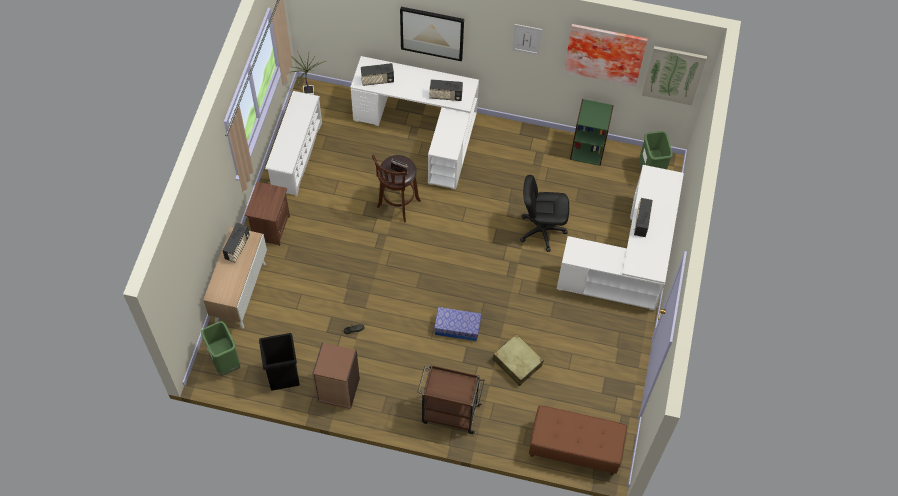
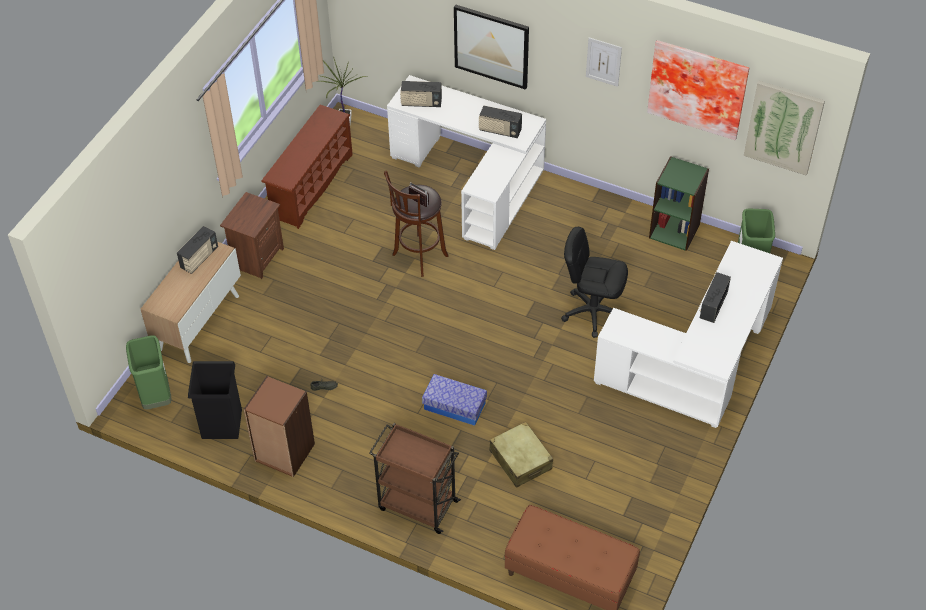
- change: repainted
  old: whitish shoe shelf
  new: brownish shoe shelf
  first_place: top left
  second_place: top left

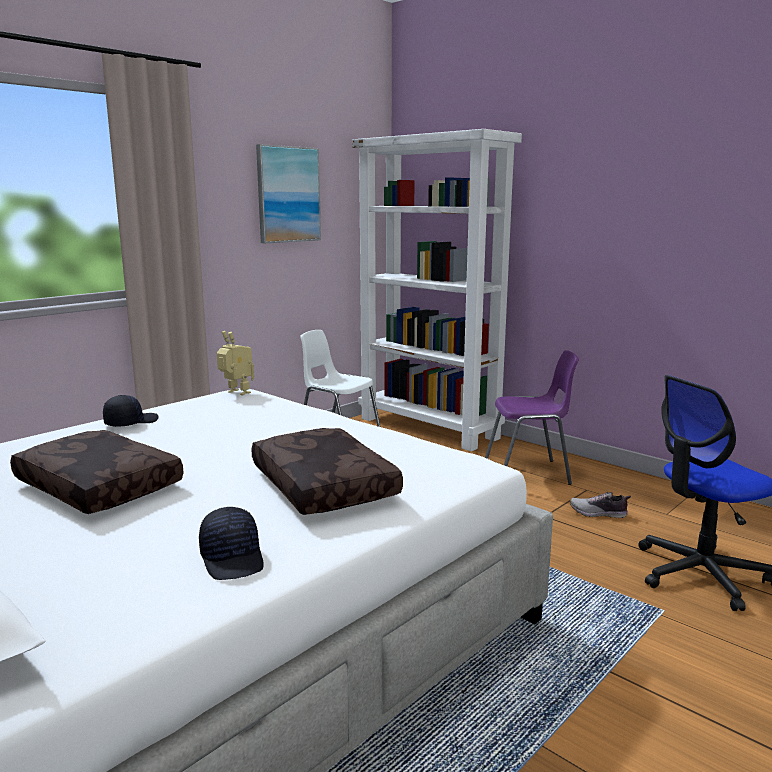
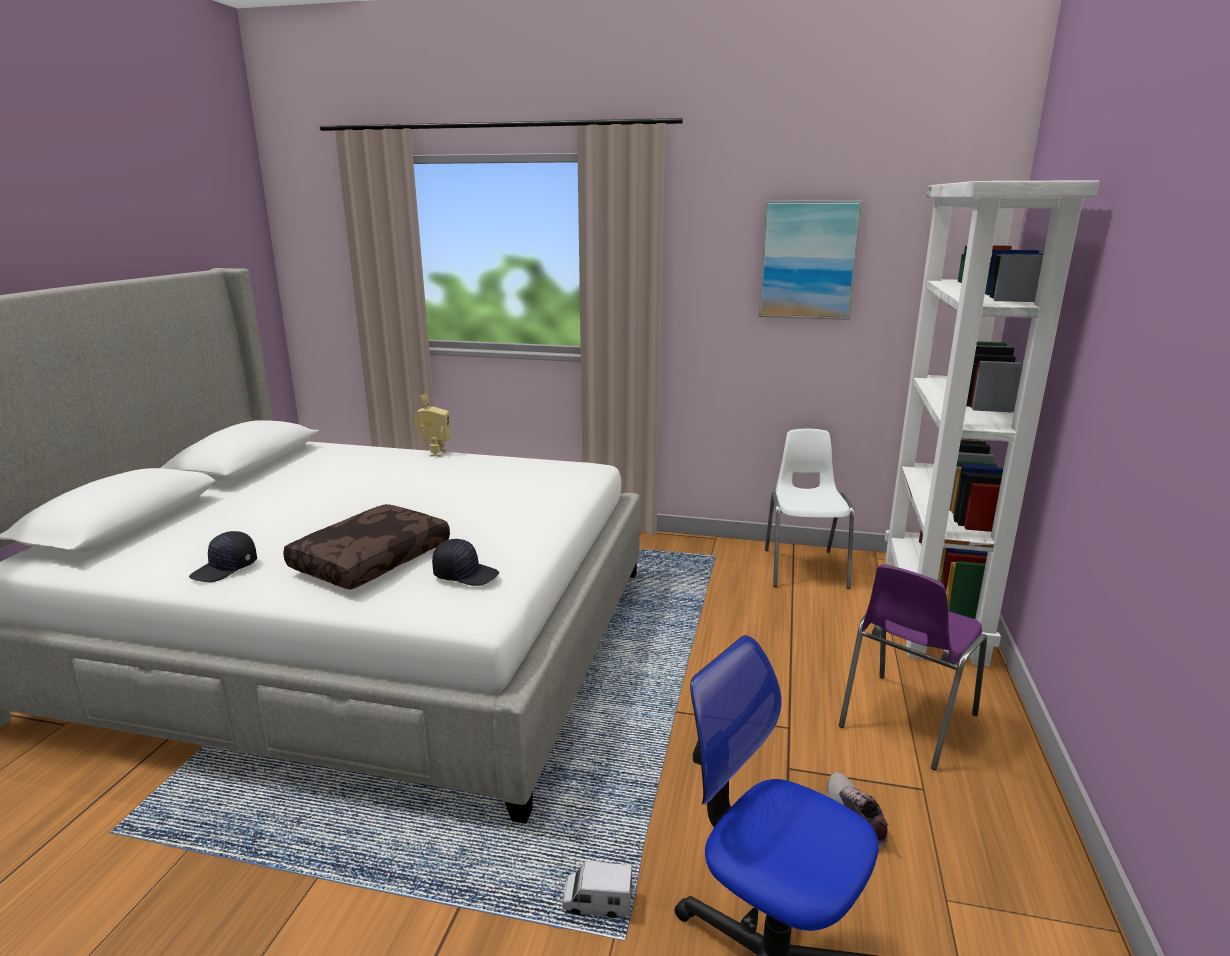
- change: shifted
  old: model robot
  first_place: middle left
  second_place: centre
- change: rotated
  old: purple chair
  first_place: middle right
  second_place: bottom right
  degrees: 75
- change: shifted
  old: black-coloured baseball cap (no. 1 from left in the first image)
  new: black-coloured baseball cap (no. 2 from left)
  first_place: middle left
  second_place: centre
- change: gone
  old: brownish throw pillow (no. 1 from left)
  first_place: middle left
- change: new
  new: toy lorry
  second_place: bottom centre

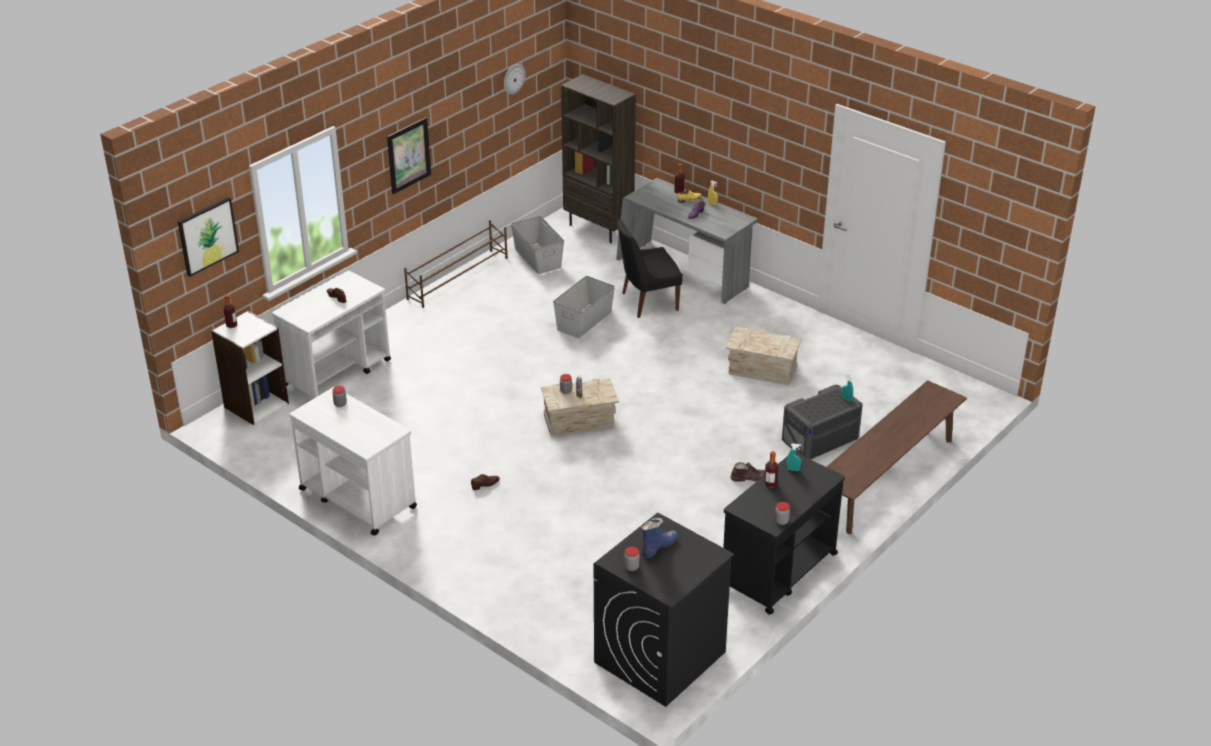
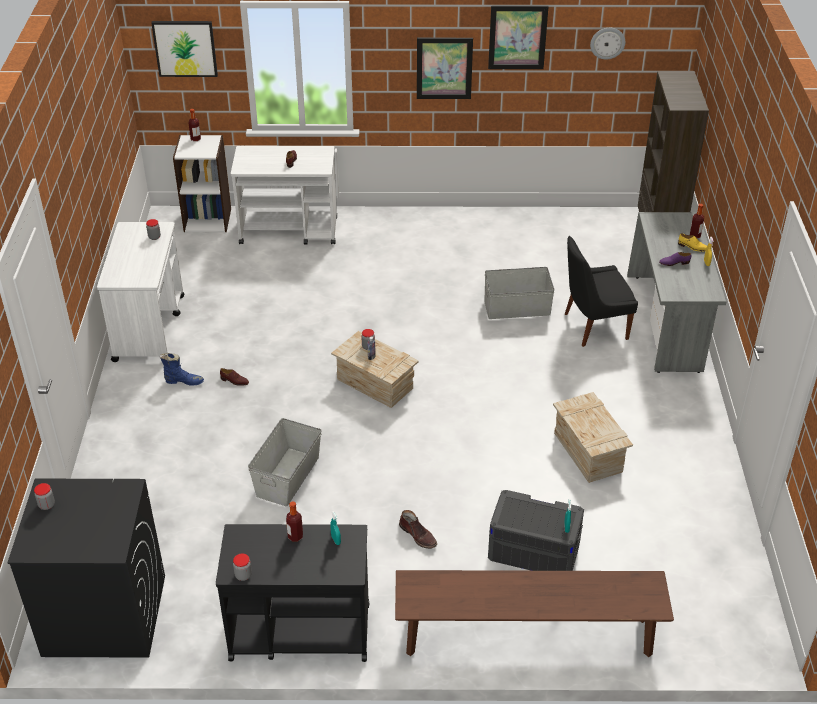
- change: shifted
  old: grey storage container (no. 1 from left)
  first_place: top centre
  second_place: centre
- change: rotated
  old: black-coloured chair
  first_place: centre
  second_place: middle right
  degrees: -45
- change: gone
  old: brownish shoe shelf
  first_place: centre
- change: shifted
  old: blue boot
  first_place: bottom centre
  second_place: middle left
- change: new
  new: picture (no. 3 from left)
  second_place: top centre

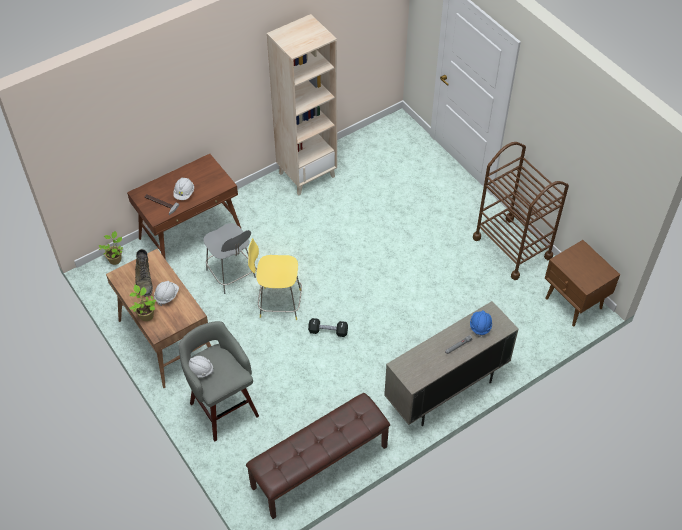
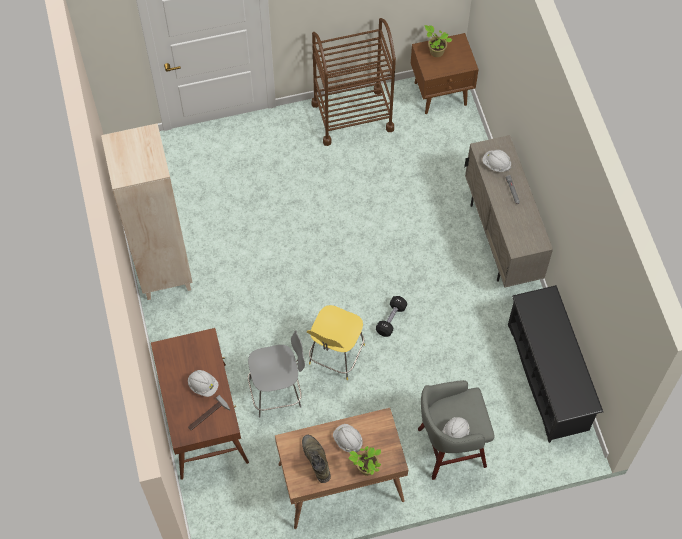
- change: shifted
  old: houseplant (no. 1 from left in the first image)
  new: houseplant (no. 2 from left)
  first_place: middle left
  second_place: top centre
- change: rotated
  old: greenish boot
  first_place: middle left
  second_place: bottom centre
  degrees: -120
- change: repainted
  old: blue work helmet
  new: whitish work helmet (no. 4 from left)
  first_place: middle right
  second_place: top right
- change: swapped
  old: brownish indoor bench
  new: black-coloured shoe shelf
  first_place: bottom centre
  second_place: bottom right

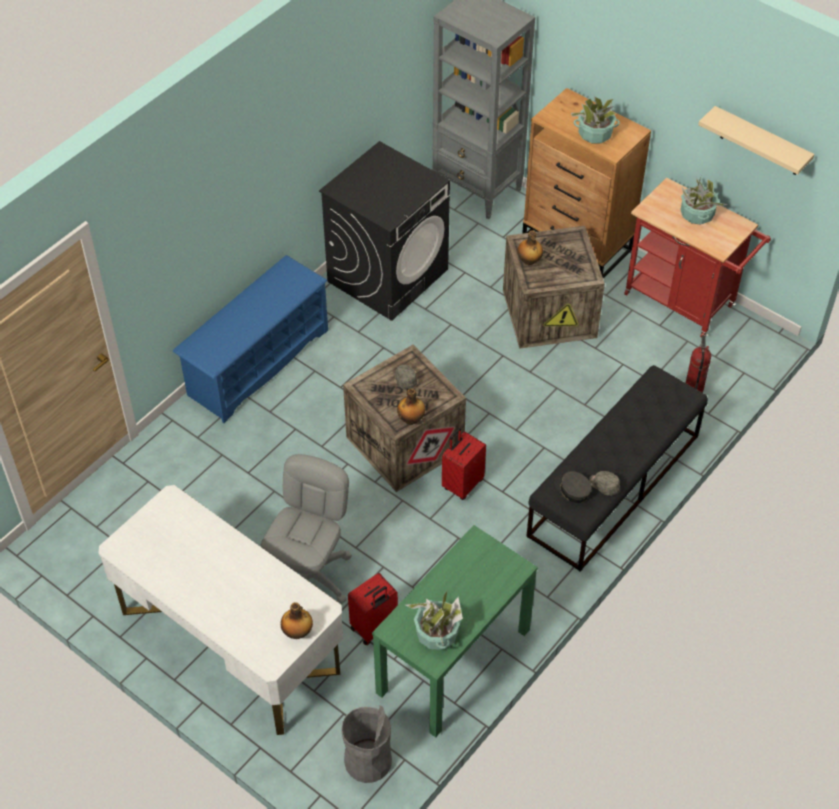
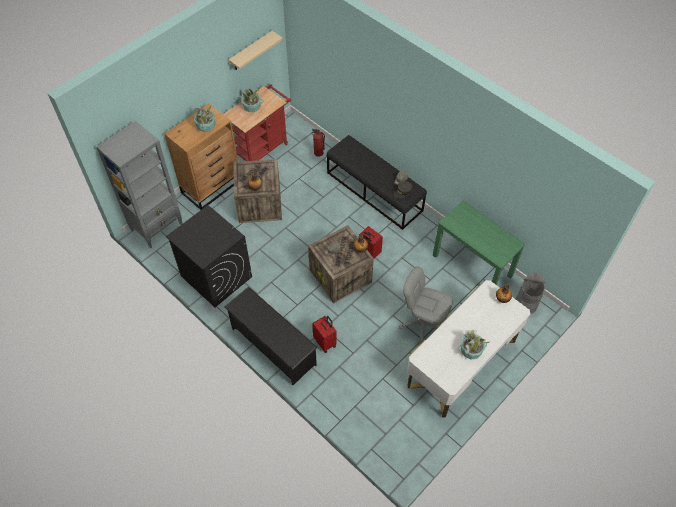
- change: repainted
  old: blue shoe shelf
  new: black-coloured shoe shelf
  first_place: middle left
  second_place: centre
- change: shifted
  old: red piece of luggage (no. 1 from left)
  first_place: bottom centre
  second_place: centre
- change: shifted
  old: houseplant (no. 1 from left in the first image)
  new: houseplant (no. 3 from left)
  first_place: bottom centre
  second_place: bottom right

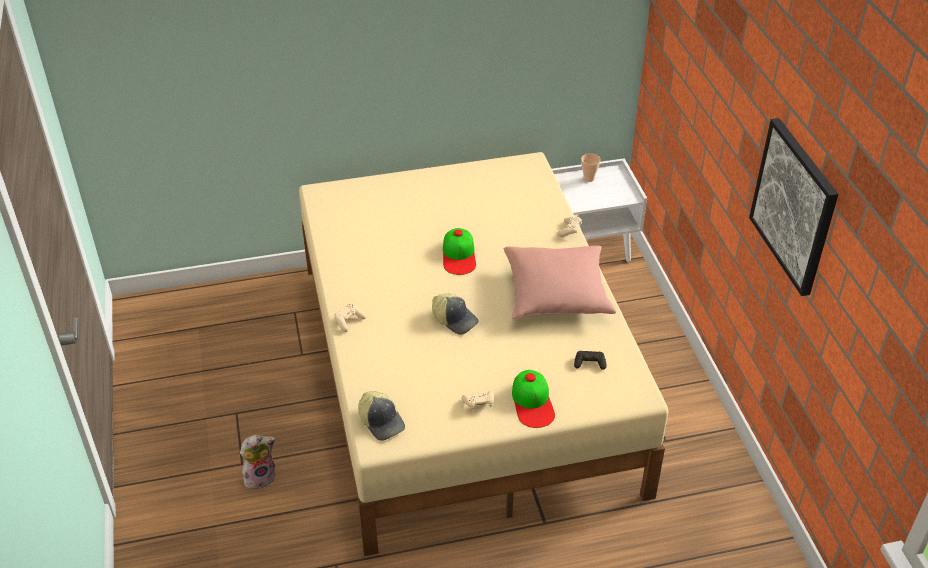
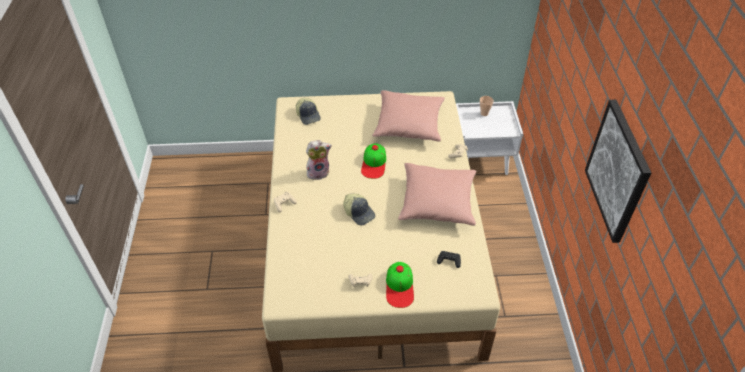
- change: shifted
  old: baseball cap (no. 1 from left)
  first_place: bottom centre
  second_place: top centre
- change: shifted
  old: cuddly toy
  first_place: bottom left
  second_place: centre
- change: new
  new: pinkish throw pillow (no. 1 from left)
  second_place: top centre

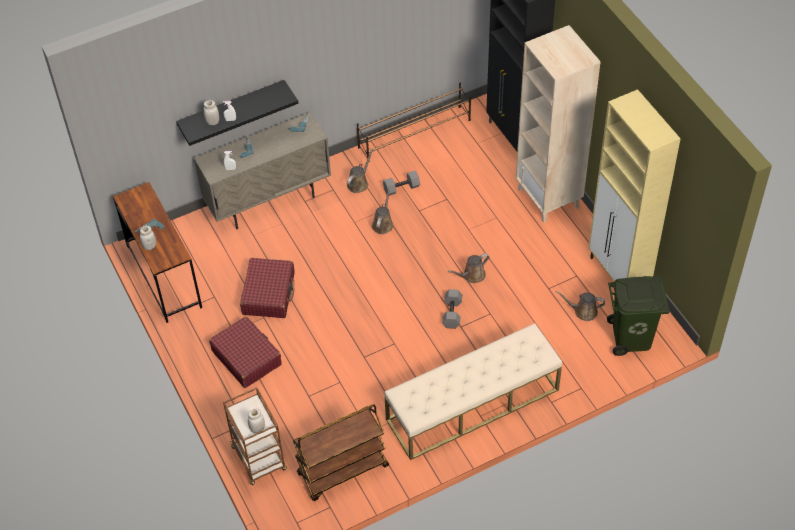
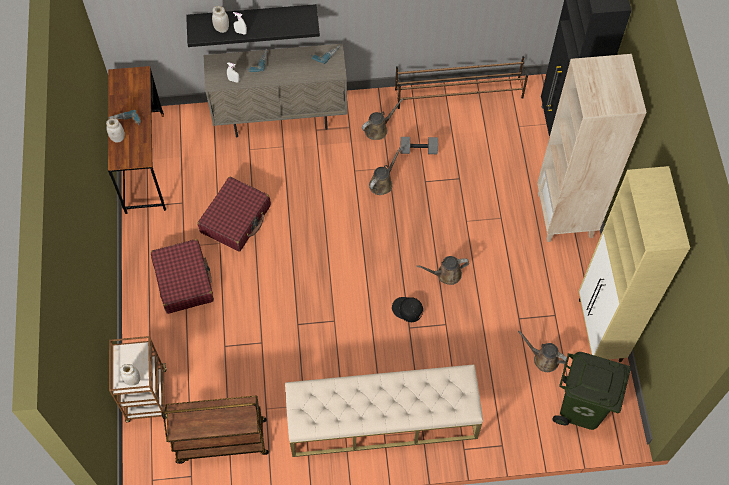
- change: swapped
  old: grey free weight (no. 2 from left)
  new: black-coloured baseball cap
  first_place: centre
  second_place: centre

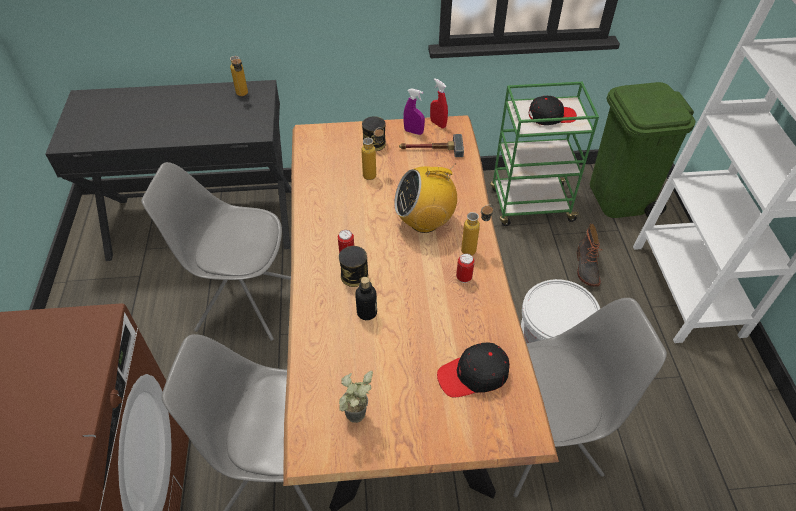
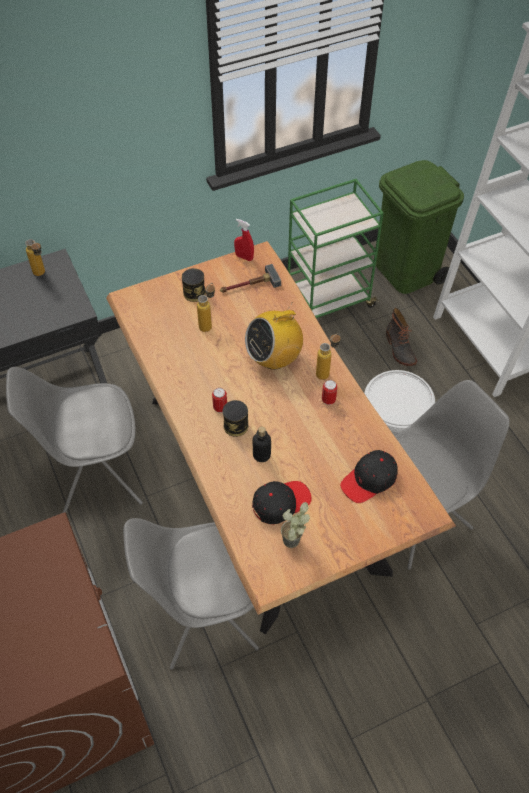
- change: gone
  old: purple hand sprayer
  first_place: top centre
- change: shifted
  old: black-coloured baseball cap (no. 2 from left in the first image)
  new: black-coloured baseball cap (no. 1 from left)
  first_place: top right
  second_place: centre

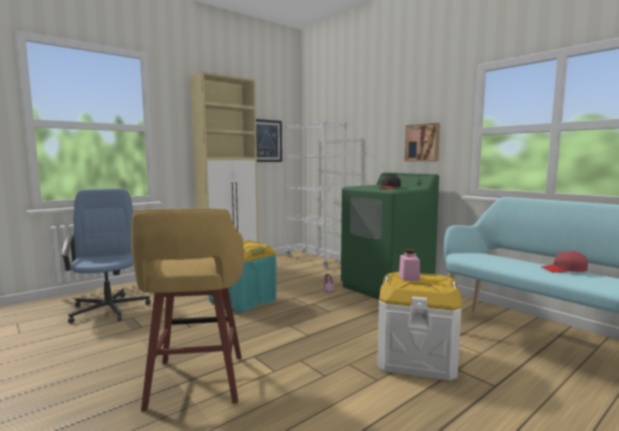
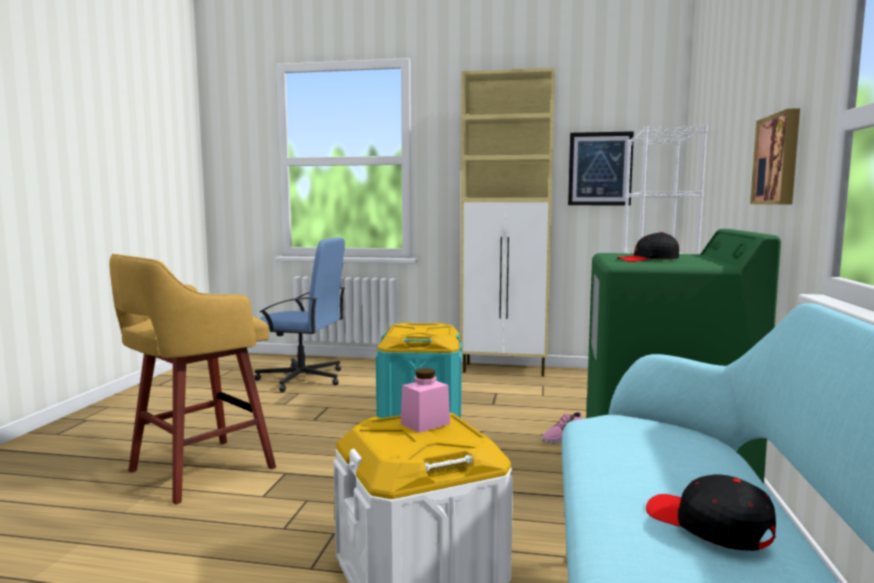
- change: rotated
  old: blue desk chair
  first_place: middle left
  second_place: centre
  degrees: 75
- change: repainted
  old: red baseball cap
  new: black-coloured baseball cap (no. 2 from left)
  first_place: middle right
  second_place: bottom right

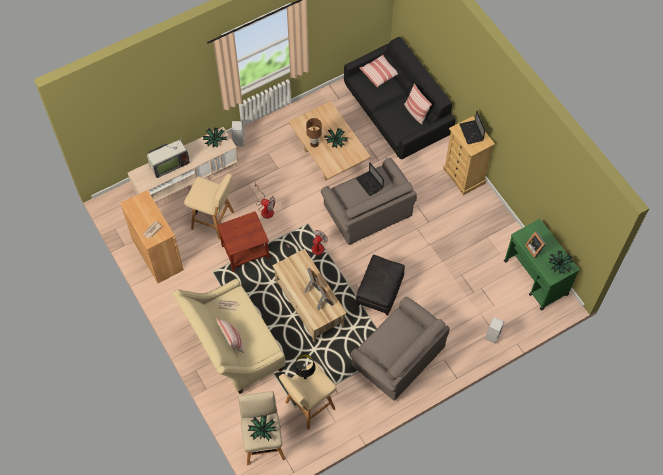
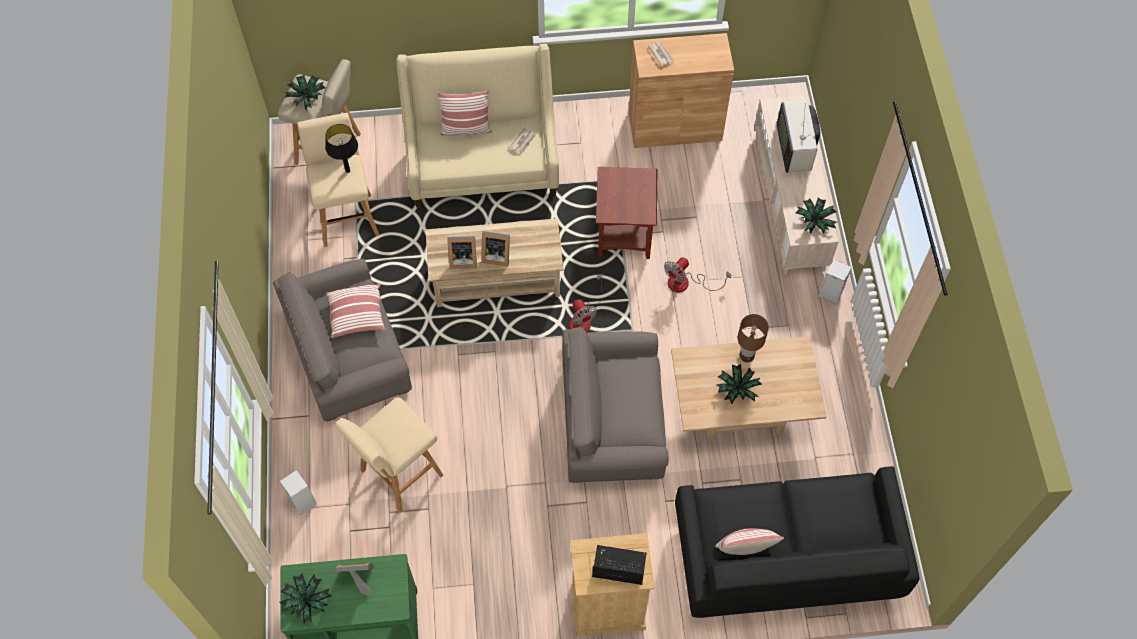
- change: shifted
  old: throw pillow (no. 2 from left in the first image)
  new: throw pillow (no. 1 from left)
  first_place: top centre
  second_place: middle left
- change: gone
  old: laptop (no. 1 from left)
  first_place: centre
- change: shifted
  old: beige-coloured stool (no. 1 from left in the first image)
  new: beige-coloured stool (no. 3 from left)
  first_place: middle left
  second_place: bottom centre
- change: gone
  old: black-coloured pouffe
  first_place: centre

